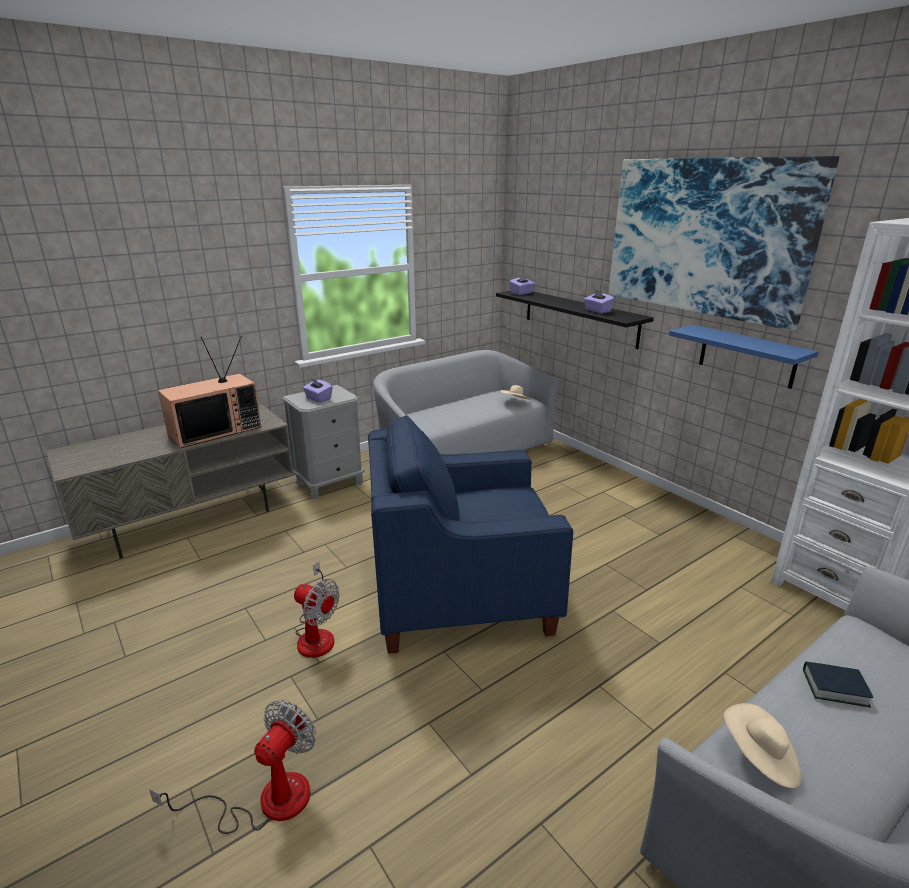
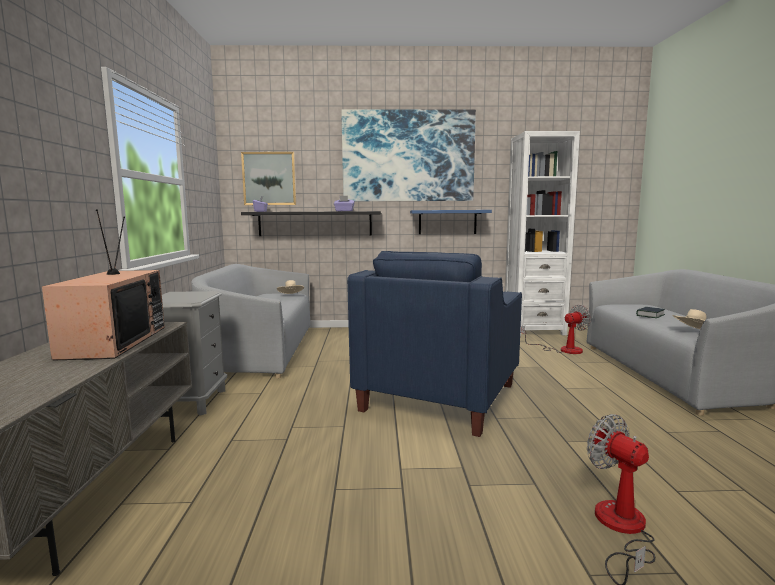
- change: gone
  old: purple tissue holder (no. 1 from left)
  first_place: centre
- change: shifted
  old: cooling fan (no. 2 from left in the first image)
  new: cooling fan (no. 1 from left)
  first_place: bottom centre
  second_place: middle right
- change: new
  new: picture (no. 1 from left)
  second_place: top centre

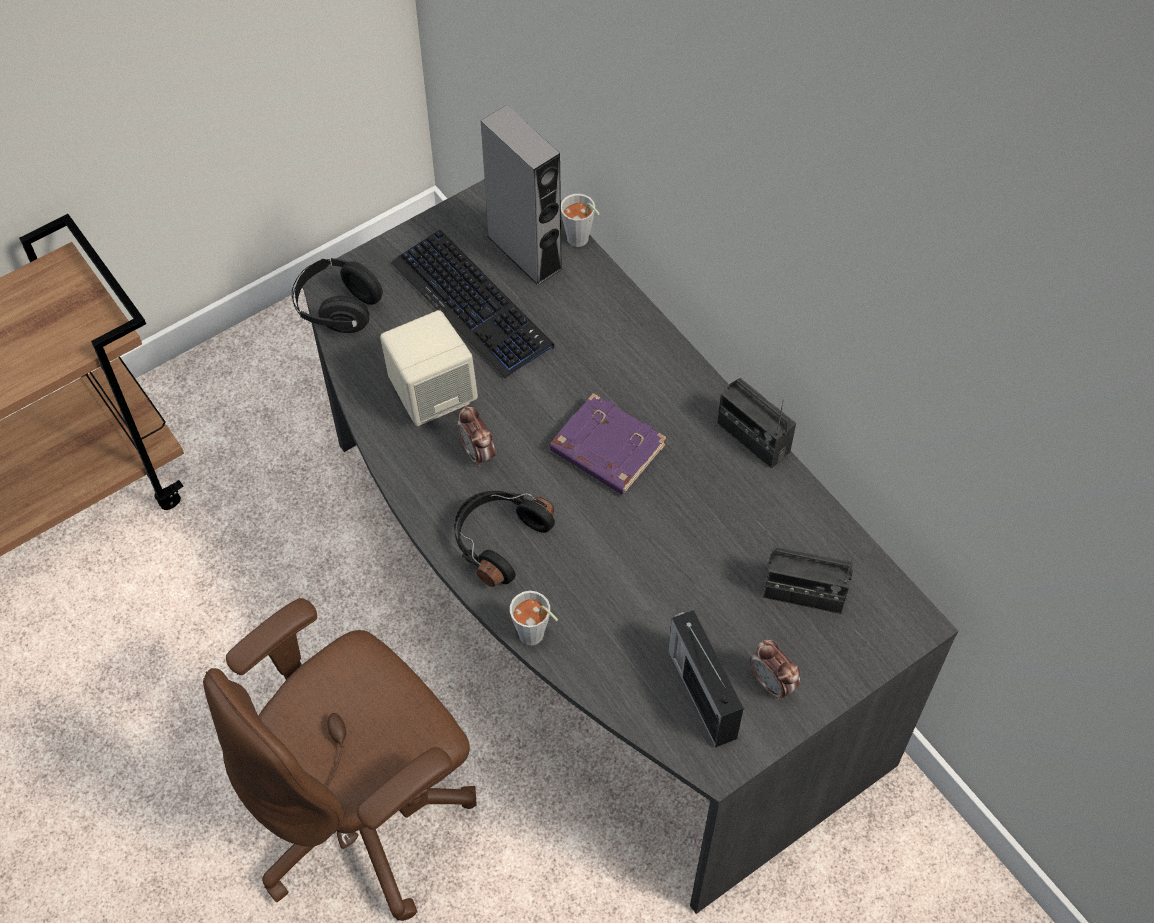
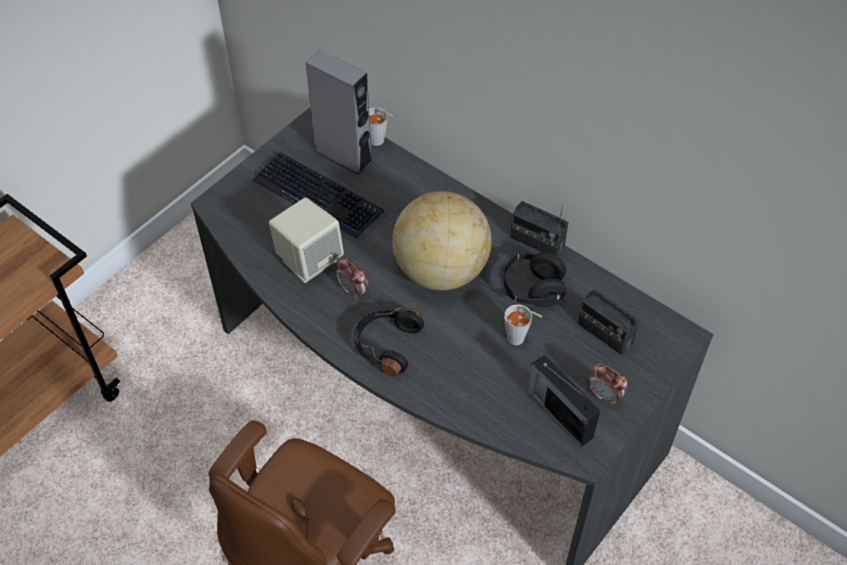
- change: shifted
  old: black-coloured headset (no. 1 from left in the first image)
  new: black-coloured headset (no. 2 from left)
  first_place: top left
  second_place: centre
- change: swapped
  old: purple book
  new: world globe
  first_place: centre
  second_place: centre
- change: rotated
  old: radio set (no. 3 from left)
  first_place: middle right
  second_place: middle right
  degrees: 45
- change: shifted
  old: grey small cup (no. 1 from left in the first image)
  new: grey small cup (no. 2 from left)
  first_place: bottom centre
  second_place: centre

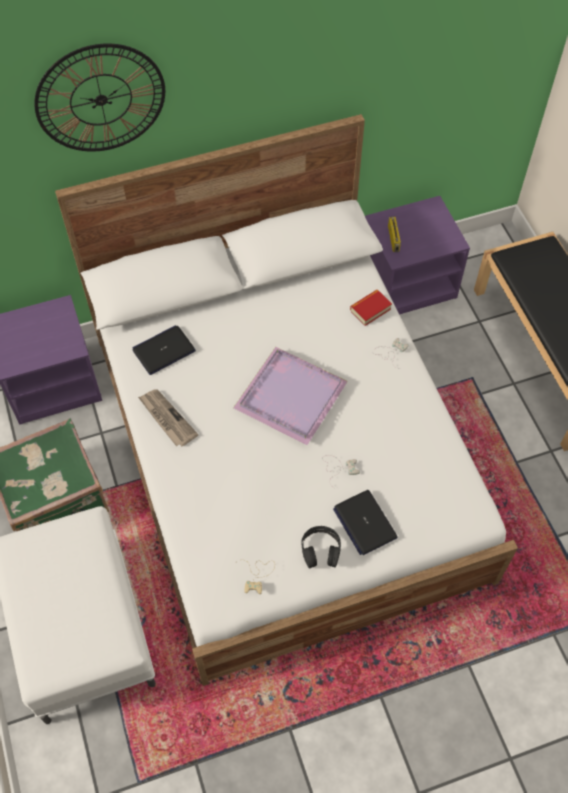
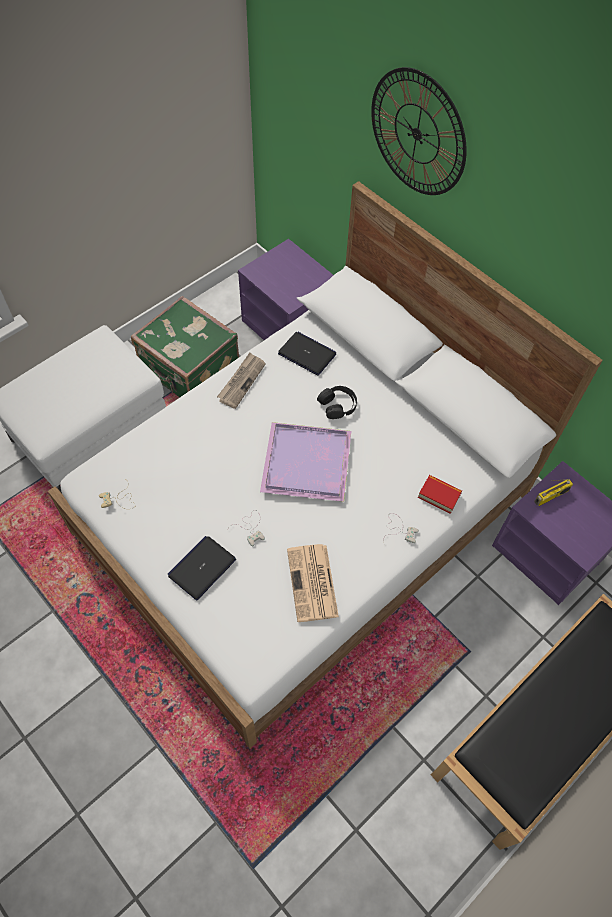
- change: shifted
  old: black-coloured headset
  first_place: bottom centre
  second_place: centre
- change: new
  new: newspaper (no. 2 from left)
  second_place: centre

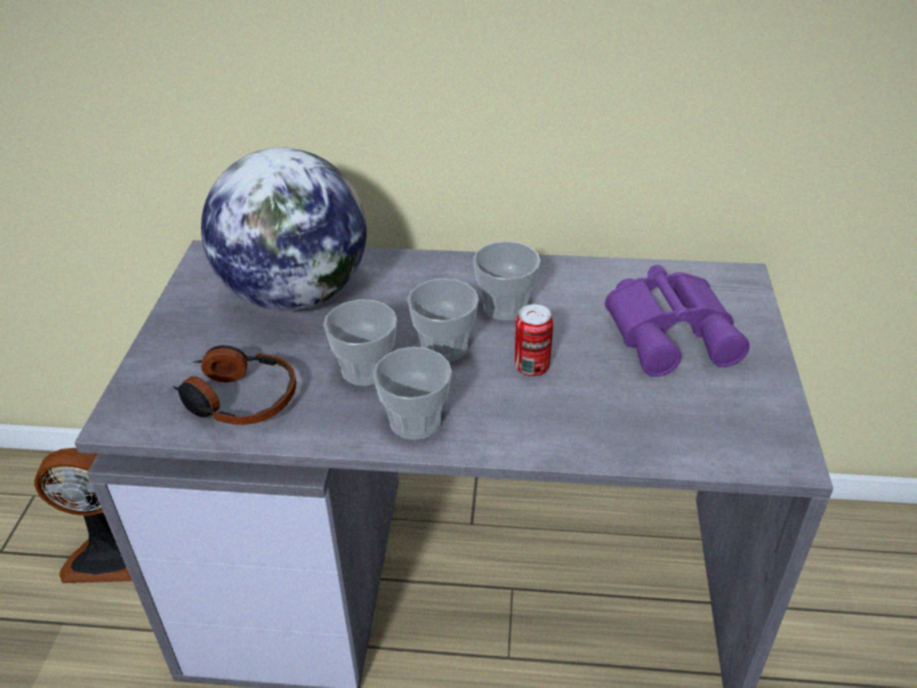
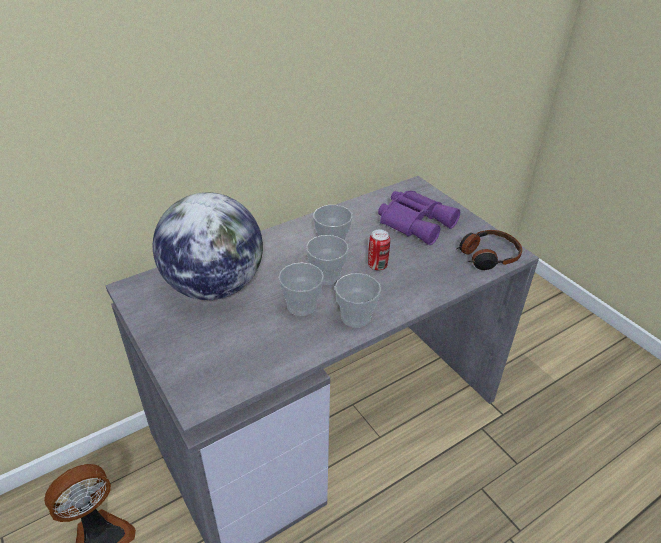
- change: shifted
  old: headset
  first_place: middle left
  second_place: middle right

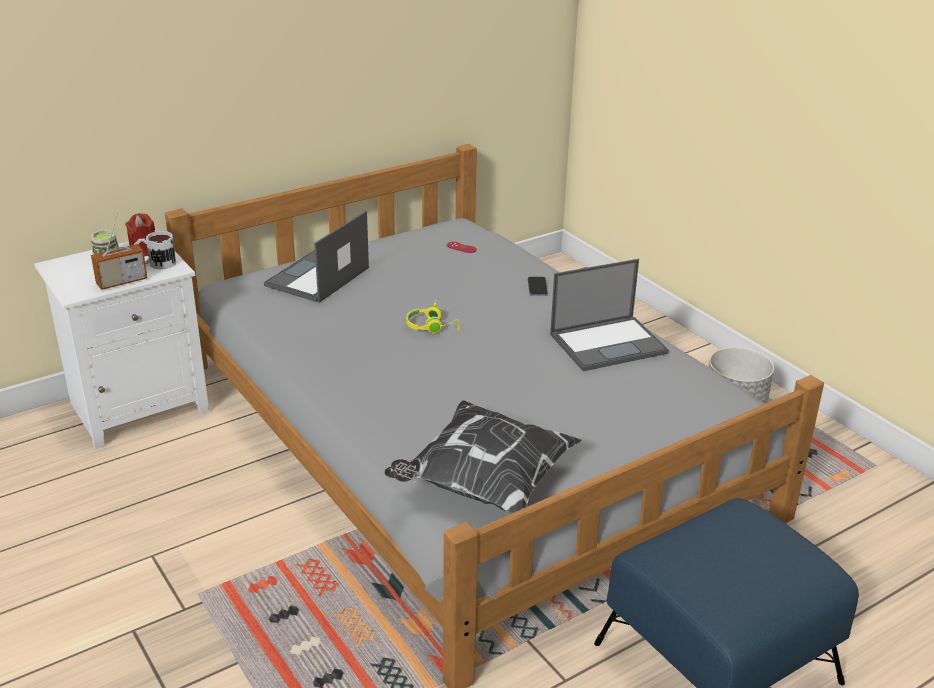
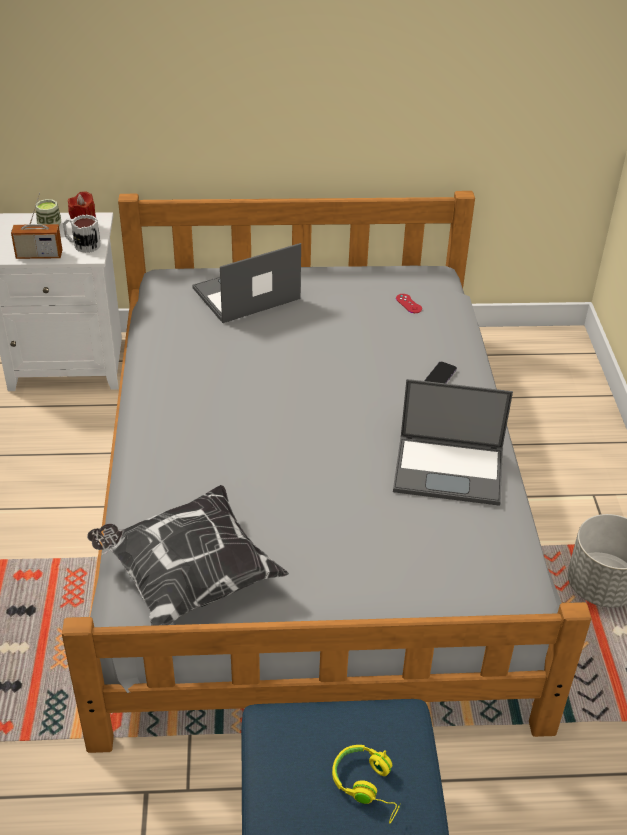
- change: shifted
  old: yellowish headset
  first_place: centre
  second_place: bottom centre

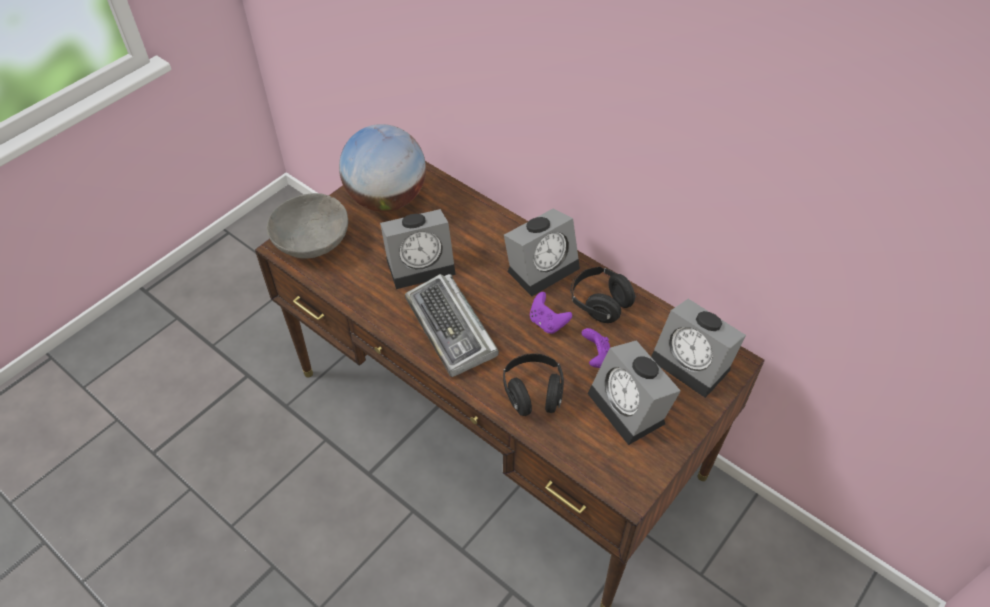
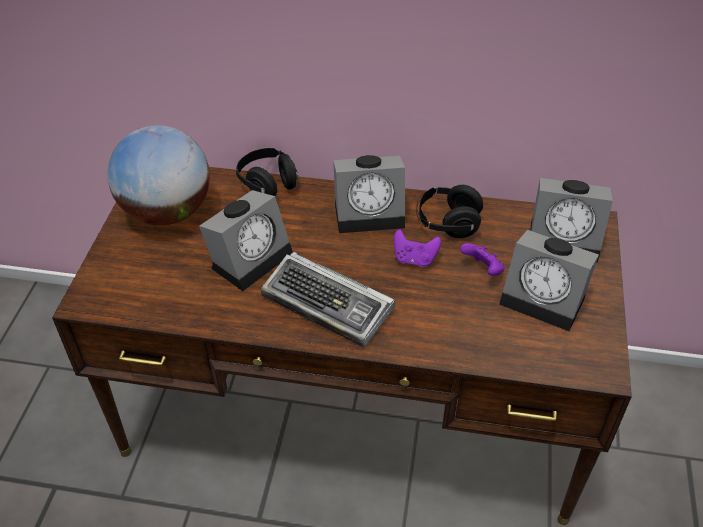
- change: gone
  old: grey deep dish
  first_place: middle left
- change: rotated
  old: alarm clock (no. 2 from left)
  first_place: centre
  second_place: centre
  degrees: 60
- change: shifted
  old: black-coloured headset (no. 1 from left)
  first_place: centre
  second_place: top centre

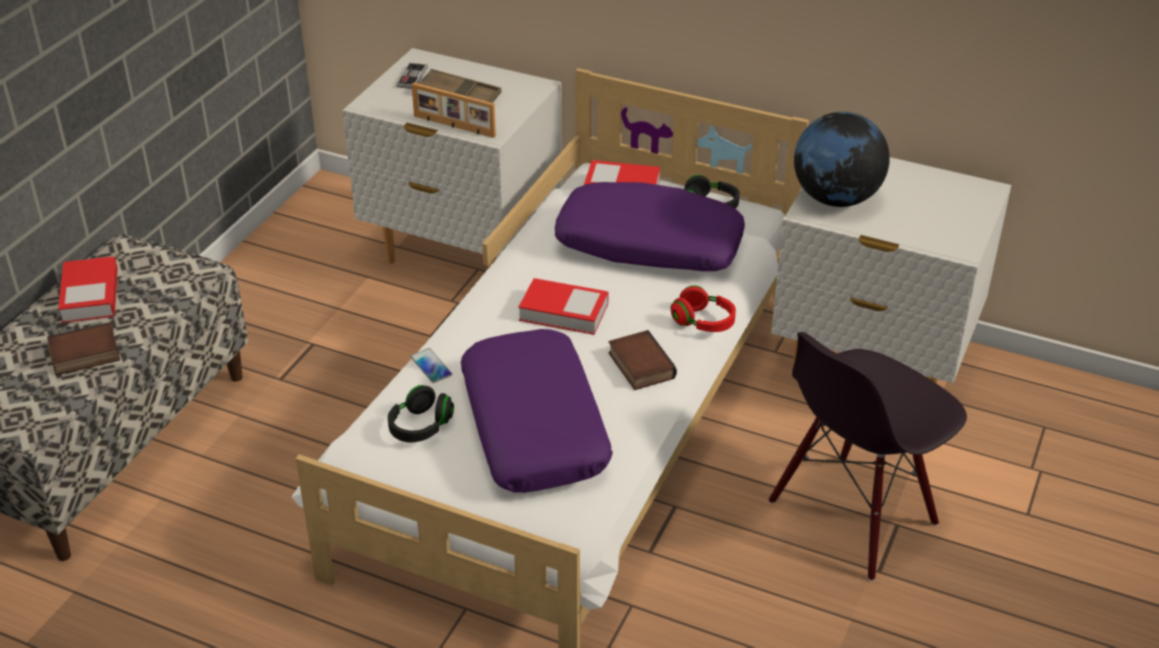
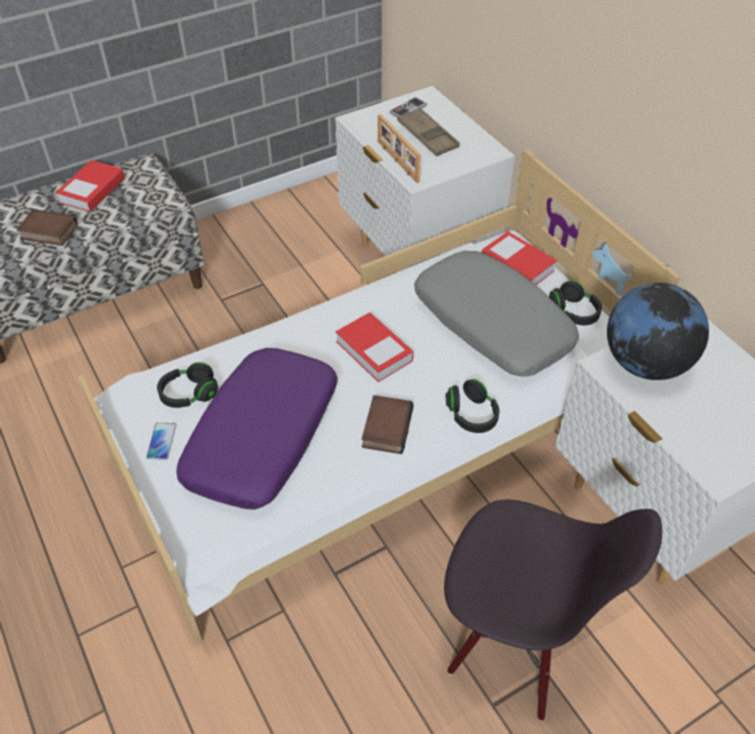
- change: repainted
  old: purple throw pillow (no. 2 from left)
  new: grey throw pillow
  first_place: centre
  second_place: centre
- change: repainted
  old: red headset
  new: black-coloured headset (no. 2 from left)
  first_place: centre
  second_place: centre
- change: rotated
  old: black-coloured chair
  first_place: bottom right
  second_place: bottom right
  degrees: -150
- change: shifted
  old: handset
  first_place: centre
  second_place: middle left

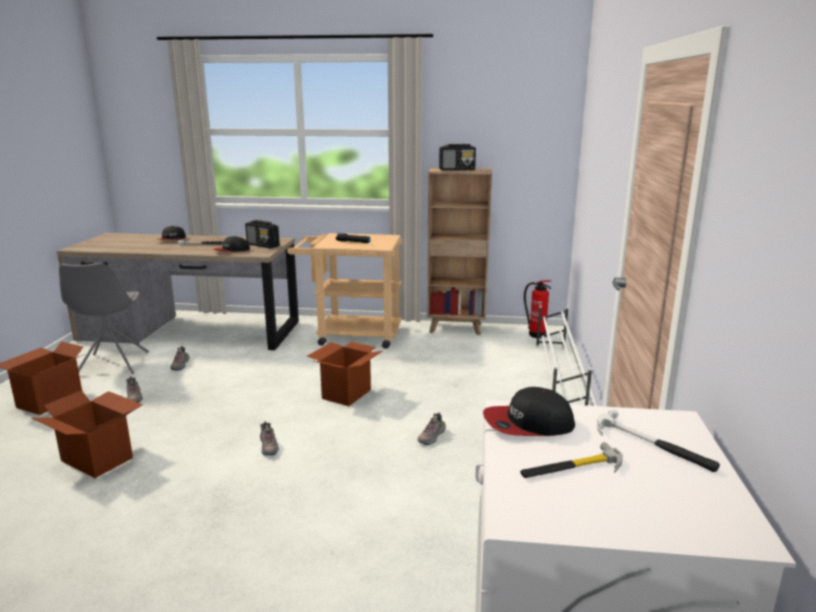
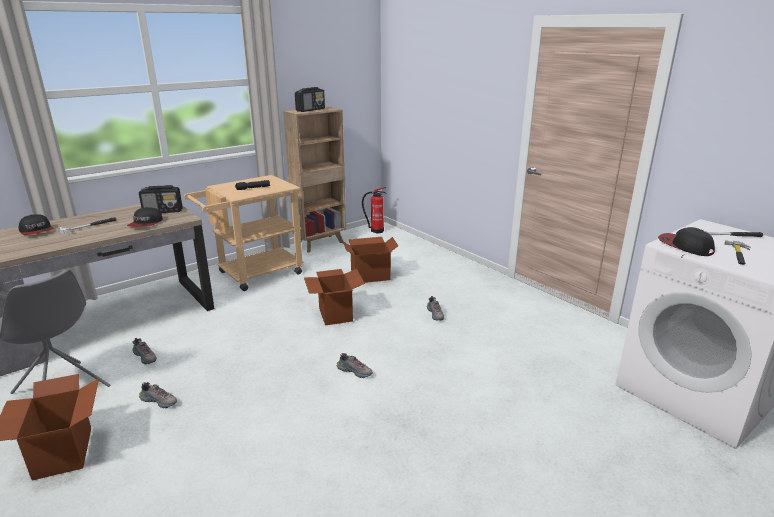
- change: gone
  old: whitish shoe shelf
  first_place: middle right
- change: rotated
  old: baseball cap (no. 3 from left)
  first_place: bottom centre
  second_place: middle right
  degrees: 105
- change: shifted
  old: cardboard box (no. 2 from left in the first image)
  new: cardboard box (no. 3 from left)
  first_place: bottom left
  second_place: centre

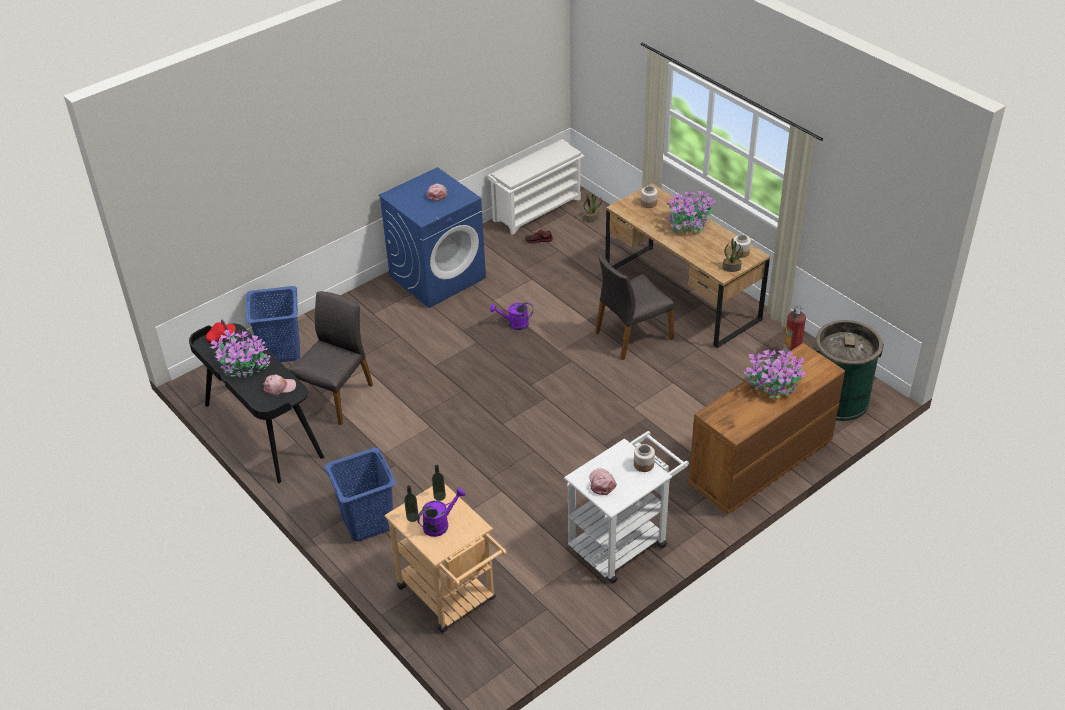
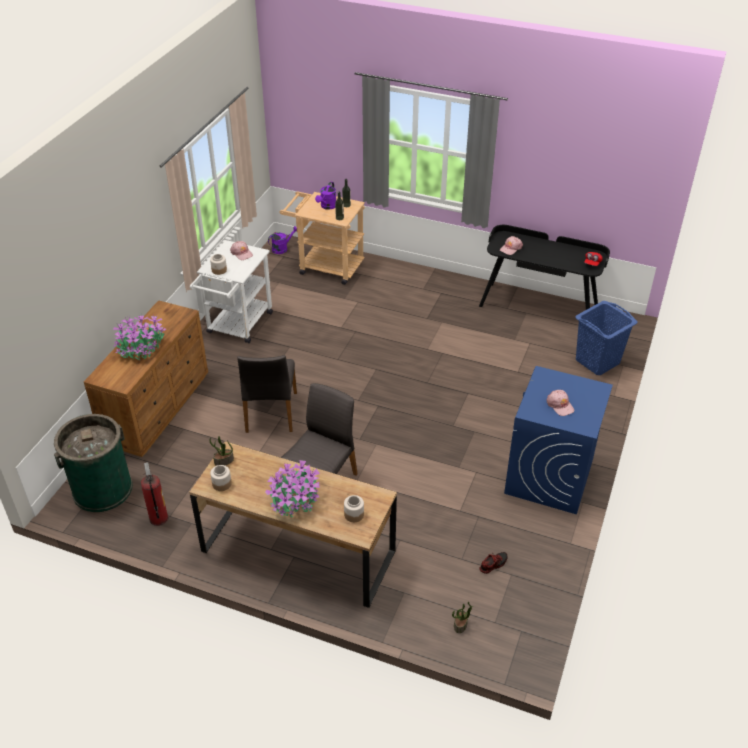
- change: gone
  old: whitish shoe shelf
  first_place: top centre
- change: shifted
  old: grey chair (no. 1 from left)
  first_place: middle left
  second_place: centre
- change: shifted
  old: purple sprinkling can (no. 2 from left in the first image)
  new: purple sprinkling can (no. 1 from left)
  first_place: centre
  second_place: top centre
- change: gone
  old: houseplant (no. 1 from left)
  first_place: middle left
- change: gone
  old: blue hamper (no. 2 from left)
  first_place: bottom centre

